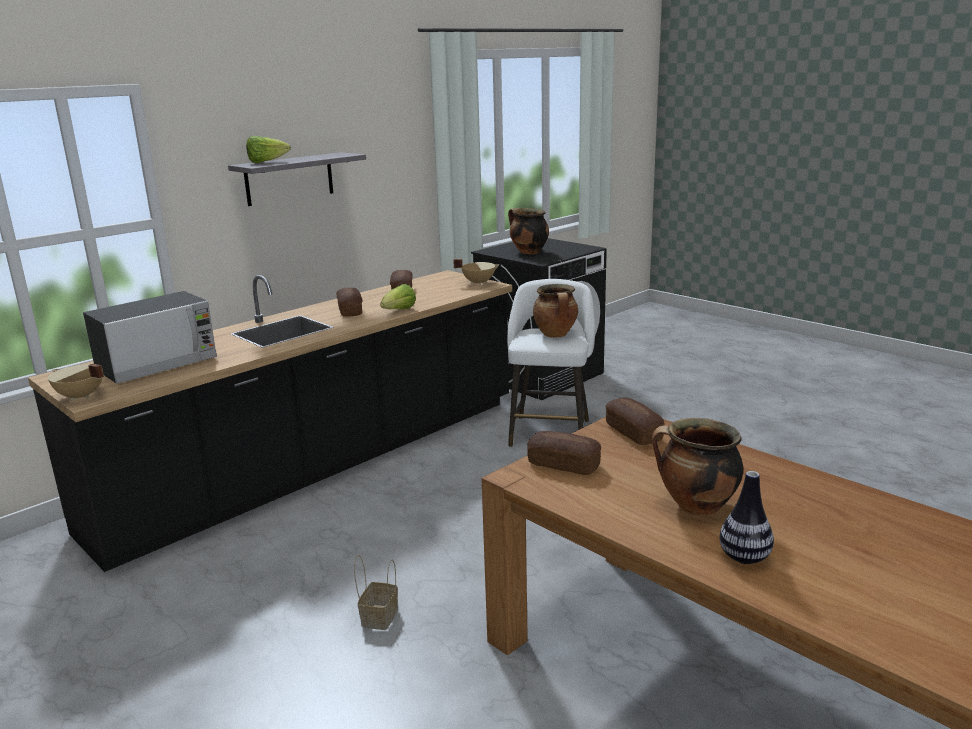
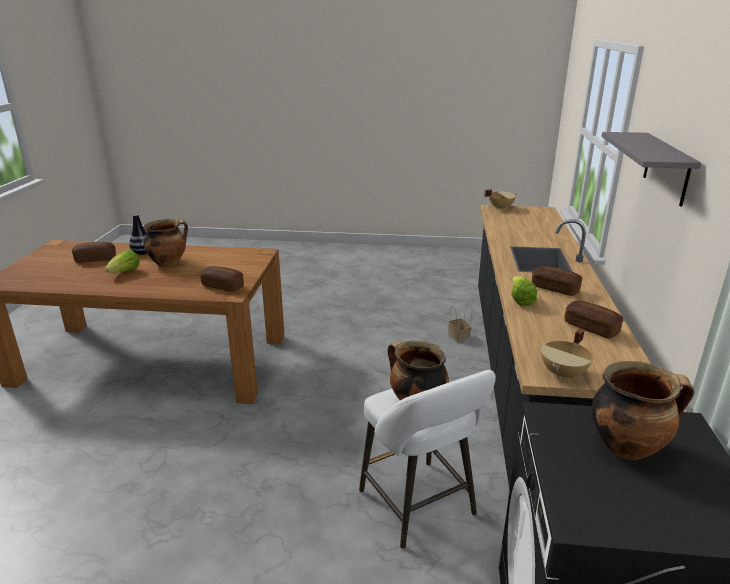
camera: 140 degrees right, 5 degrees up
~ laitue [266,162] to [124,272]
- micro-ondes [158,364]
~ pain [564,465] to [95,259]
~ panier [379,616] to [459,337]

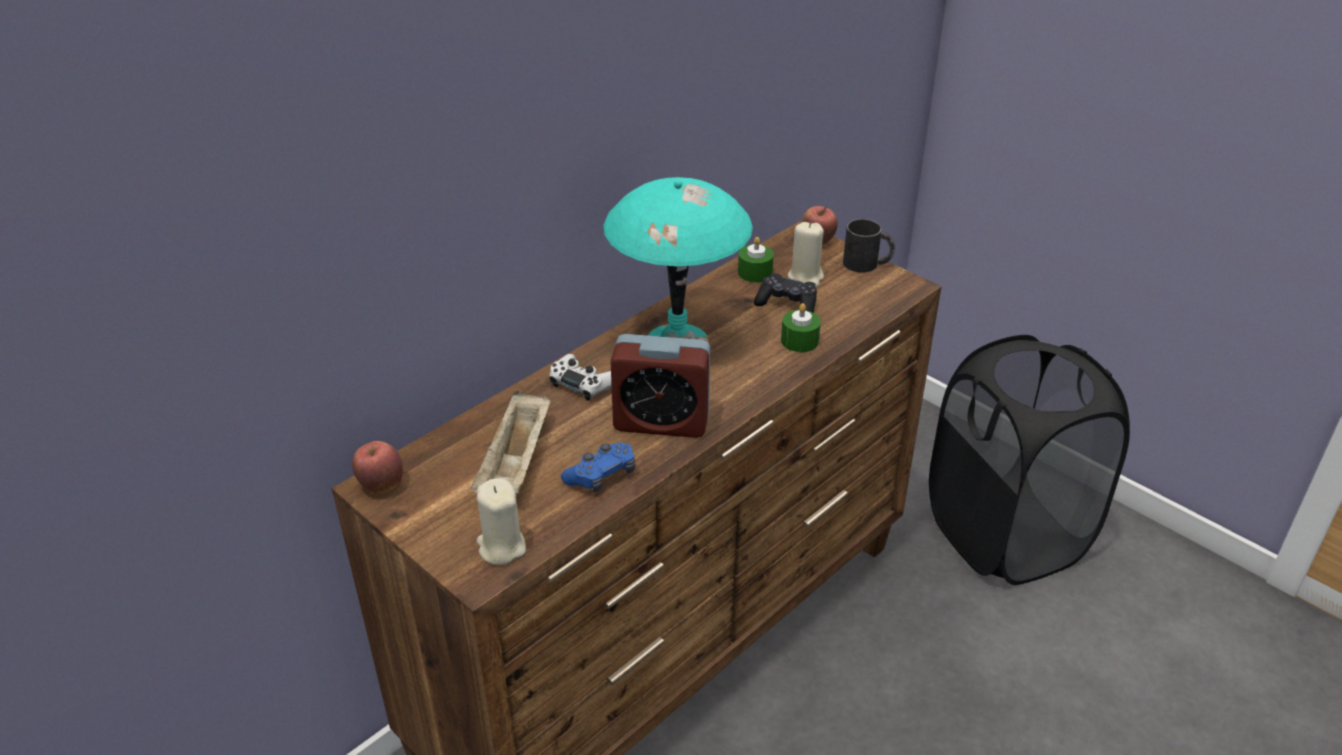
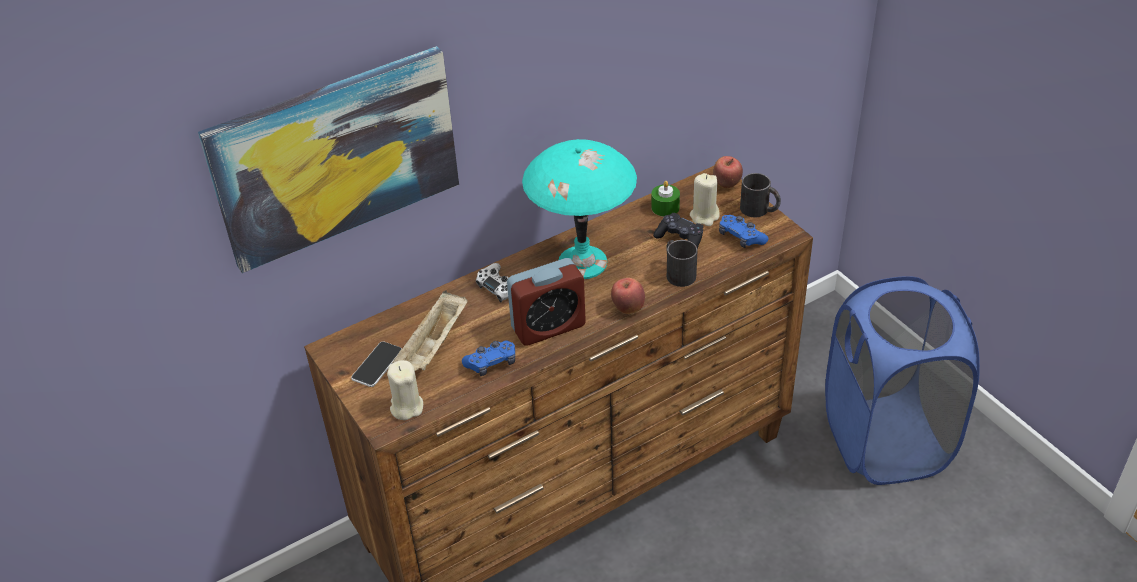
camera: 15 degrees right, 5 degrees up
~ bougie (vert) [799,341] to mug (noir) [678,272]
~ réveil [661,422] = [548,327] 45 degrees counterclockwise
~ panier à linge (noir) [1005,535] to panier à linge (bleu) [885,441]
~ pomme [381,485] to [628,308]
+ tableau [336,157]
+ manette (bleu) [741,237]
+ téléphone [377,365]

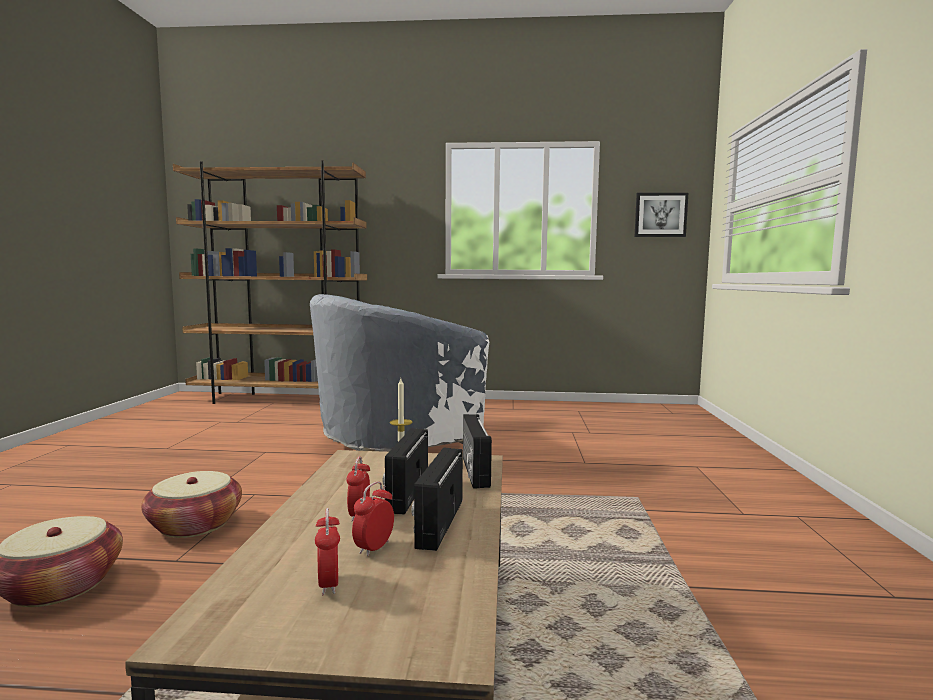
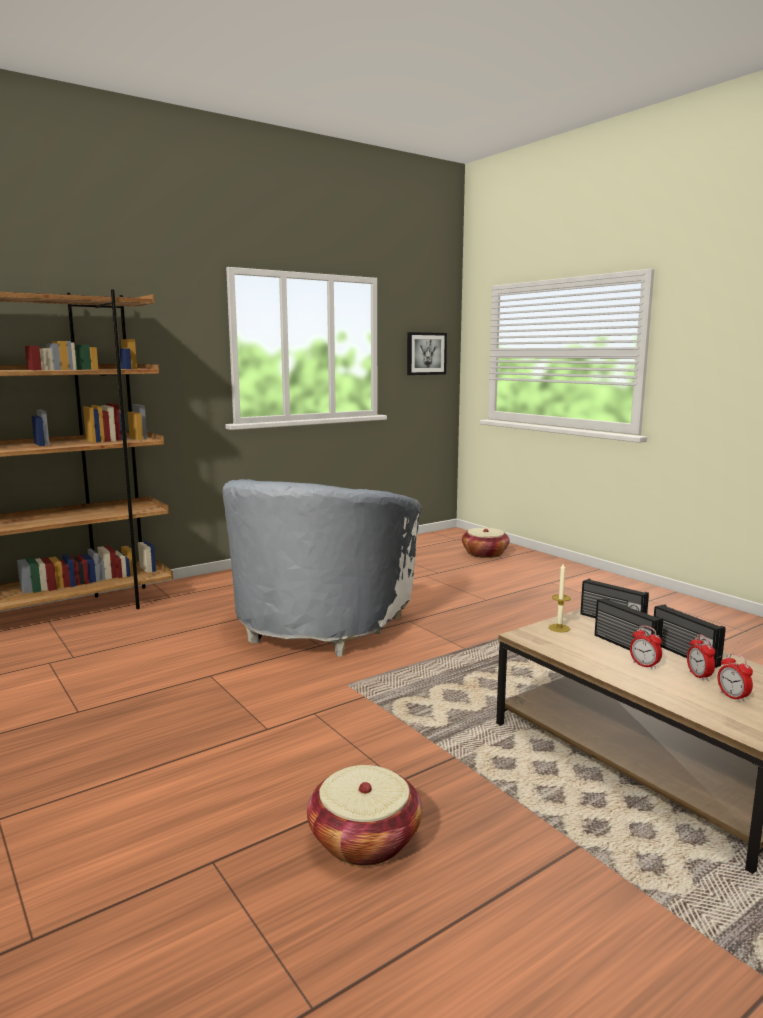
camera: 40 degrees left, 5 degrees up
~ panier [195,524] to [485,554]
~ réveil [328,584] = [733,697] 150 degrees counterclockwise

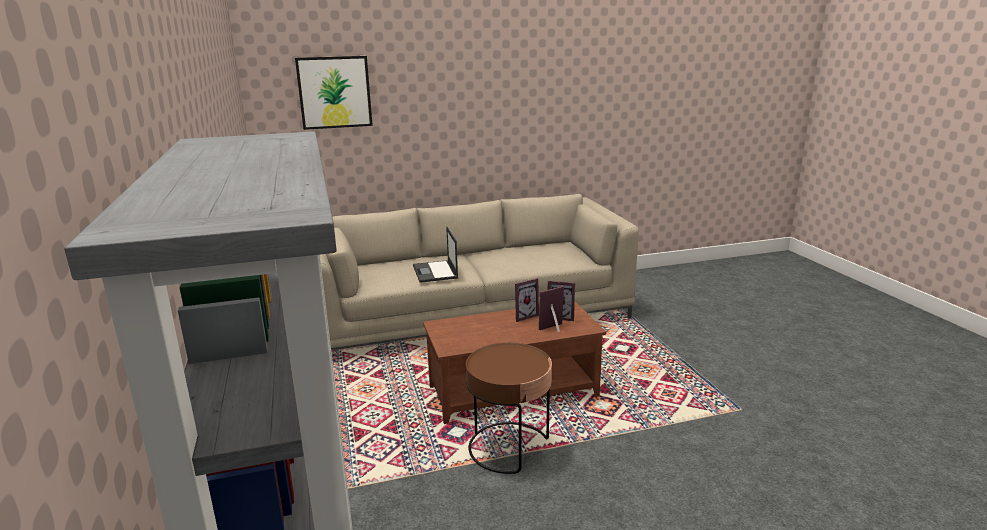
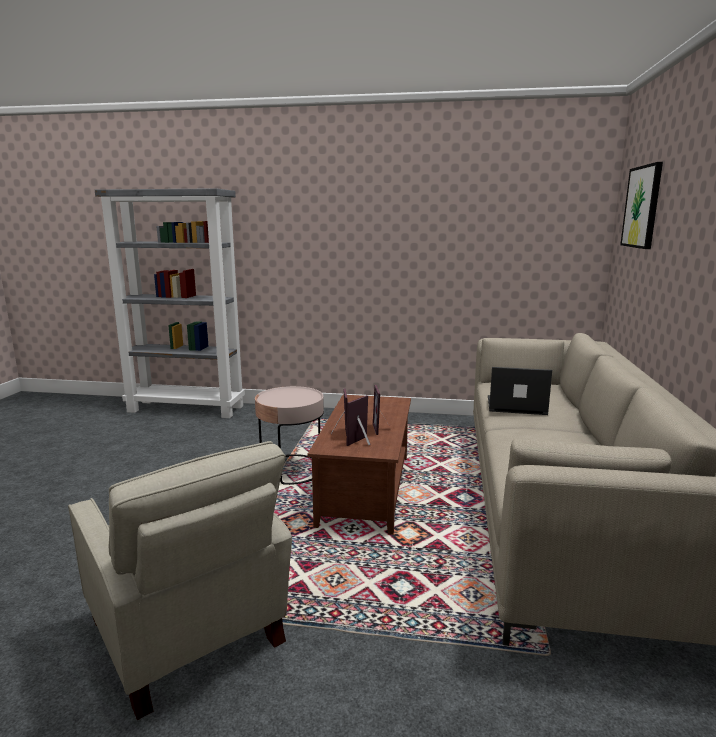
camera: 115 degrees right, 5 degrees down
~ table d'appoint (marron) [509,447] to table d'appoint (rose) [292,470]
+ fauteuil (beige) [188,635]

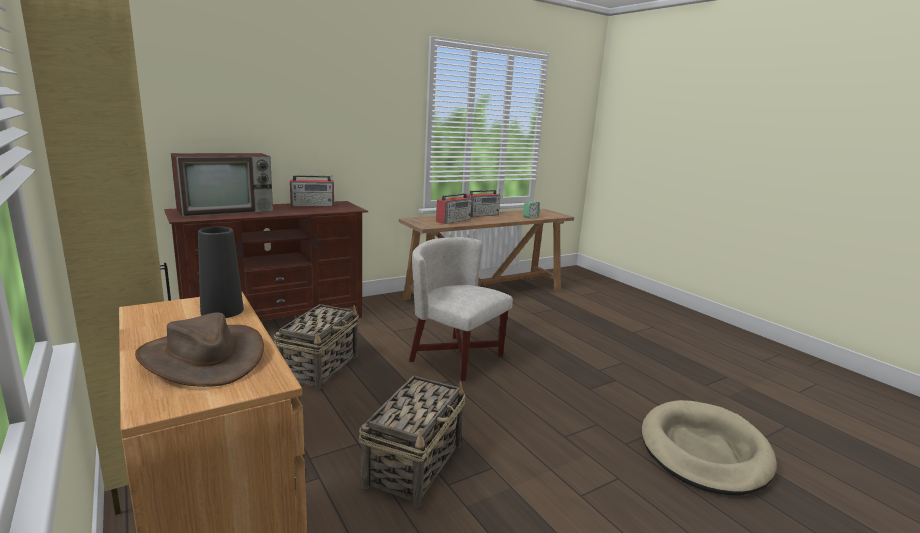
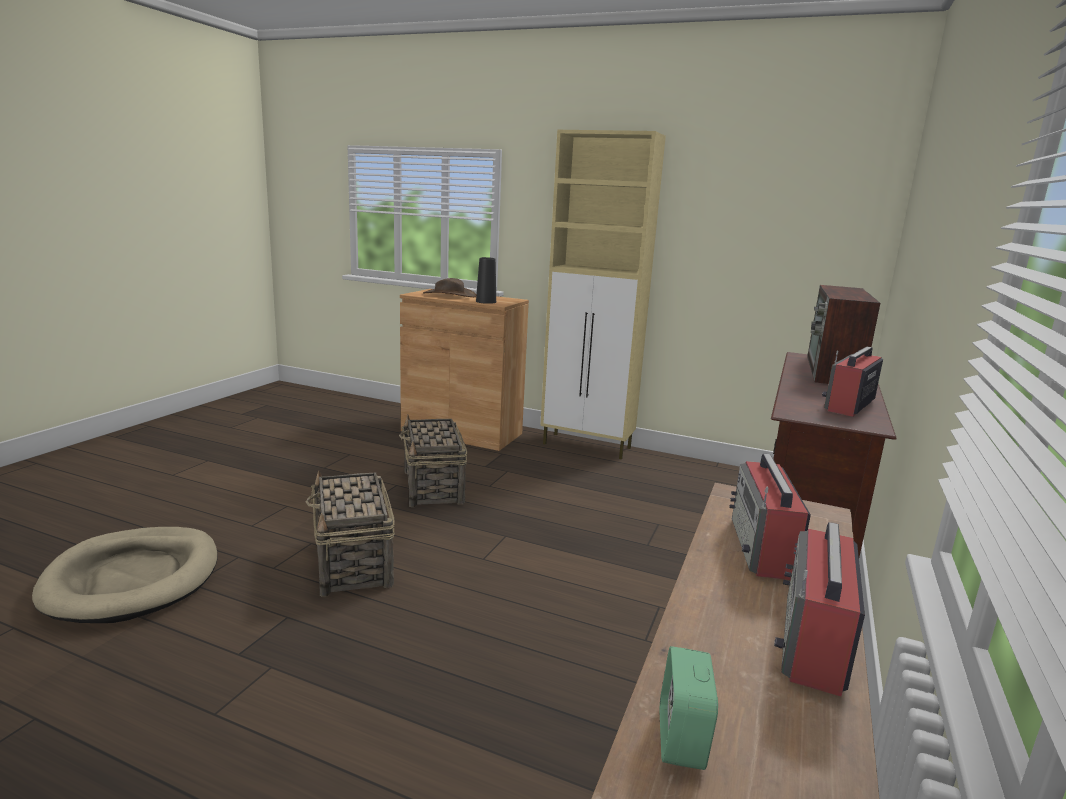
camera: 145 degrees right, 0 degrees up
- fauteuil (blanc) [456,357]
~ panier [320,366] to [353,563]

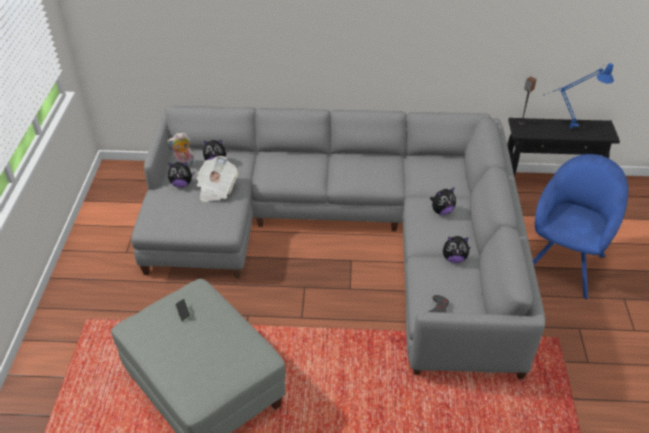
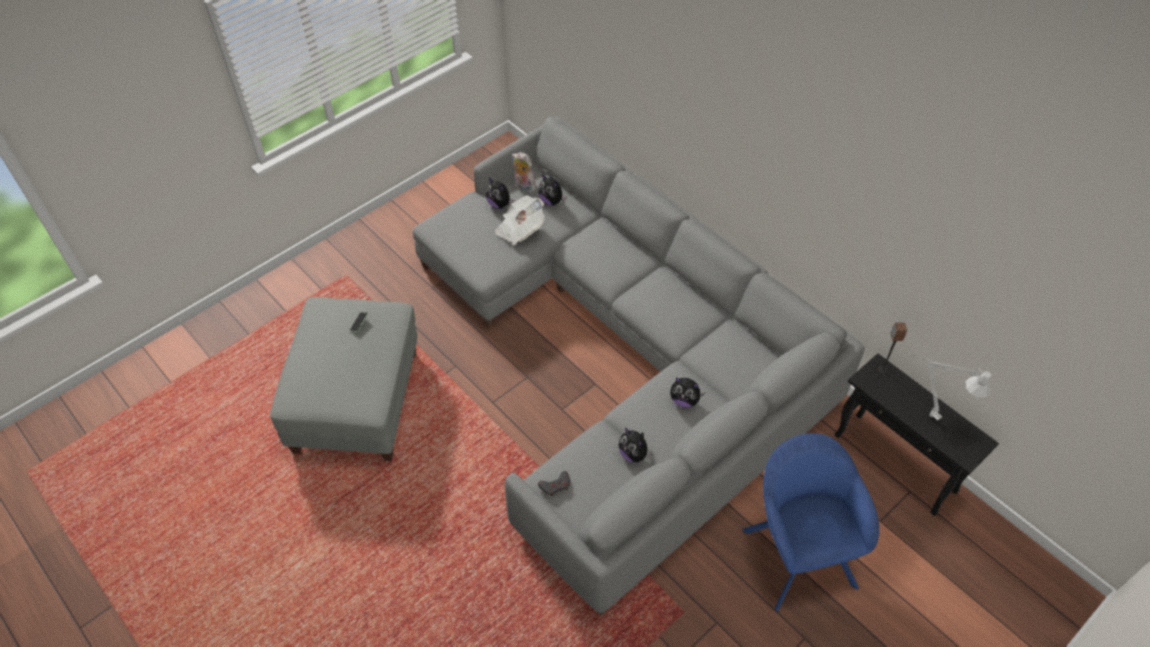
camera: 45 degrees right, 10 degrees up
~ lampe de table (bleu) [566,128] to lampe de table (gris) [926,412]
~ fauteuil (bleu) [565,261] = [797,552] 90 degrees counterclockwise

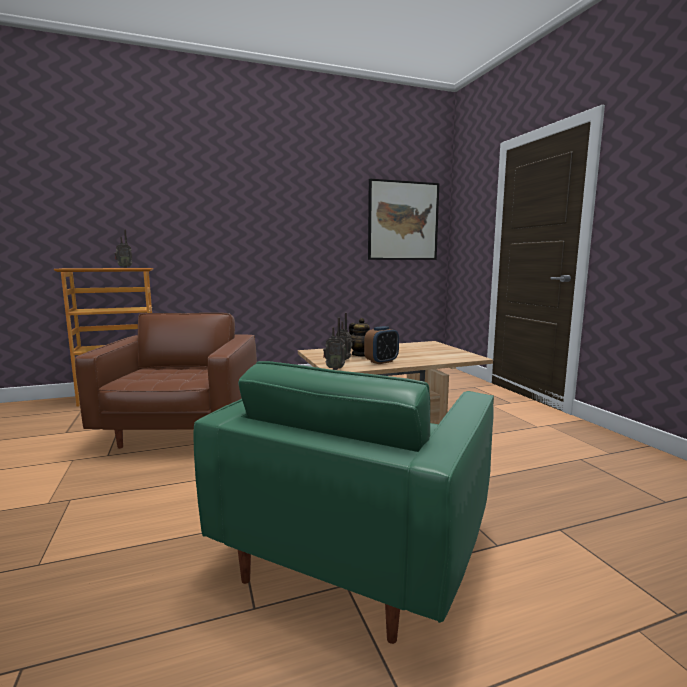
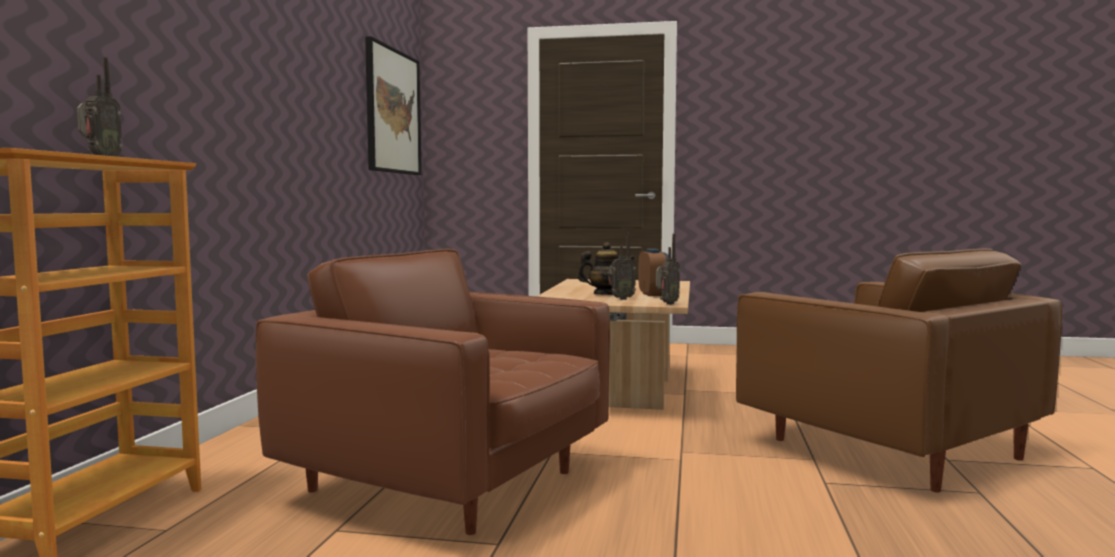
camera: 60 degrees left, 5 degrees down
~ fauteuil (vert) [357,544] to fauteuil (marron) [884,446]

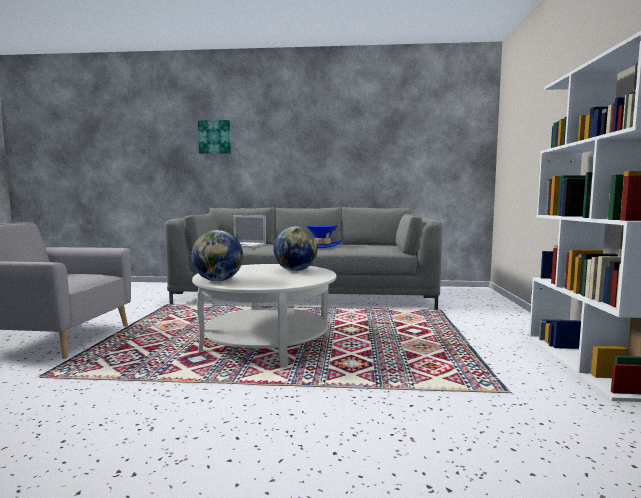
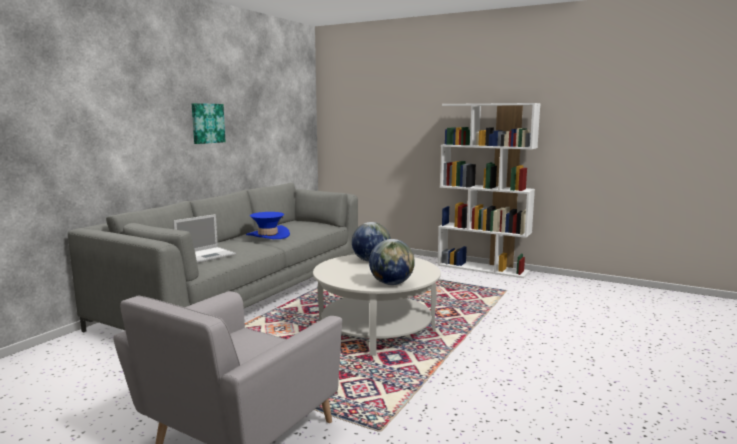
camera: 65 degrees left, 5 degrees up
~ tableau [215,137] to [207,123]

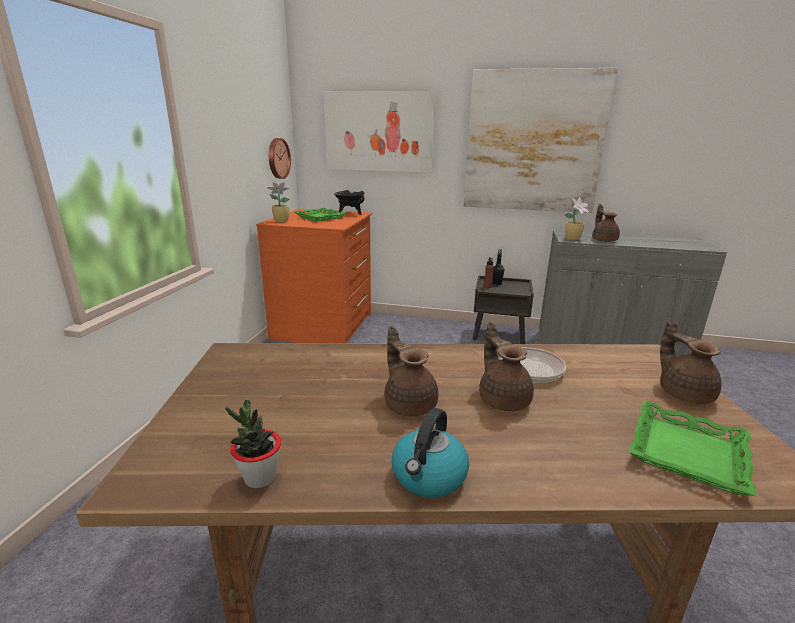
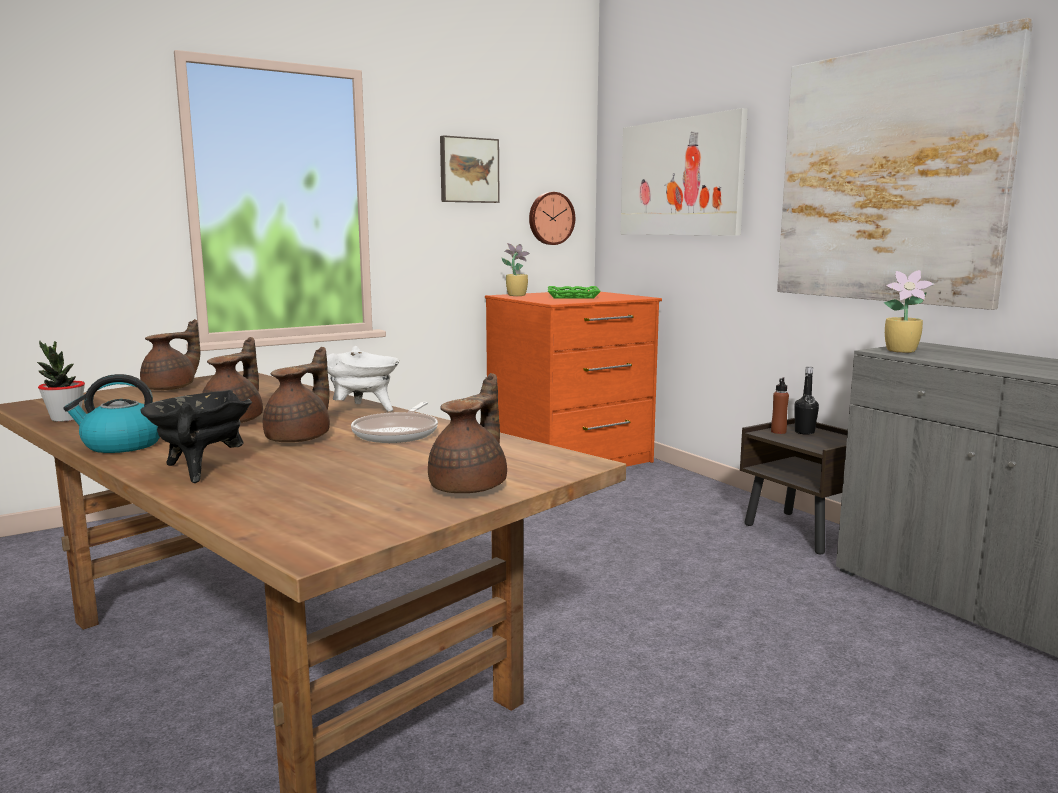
camera: 45 degrees right, 10 degrees down
~ marmite (noir) [350,213] to [201,469]
~ théière (marron) [603,240] to [172,388]
- plateau (vert) [686,452]
+ tableau [468,170]
+ marmite (blanc) [363,410]

